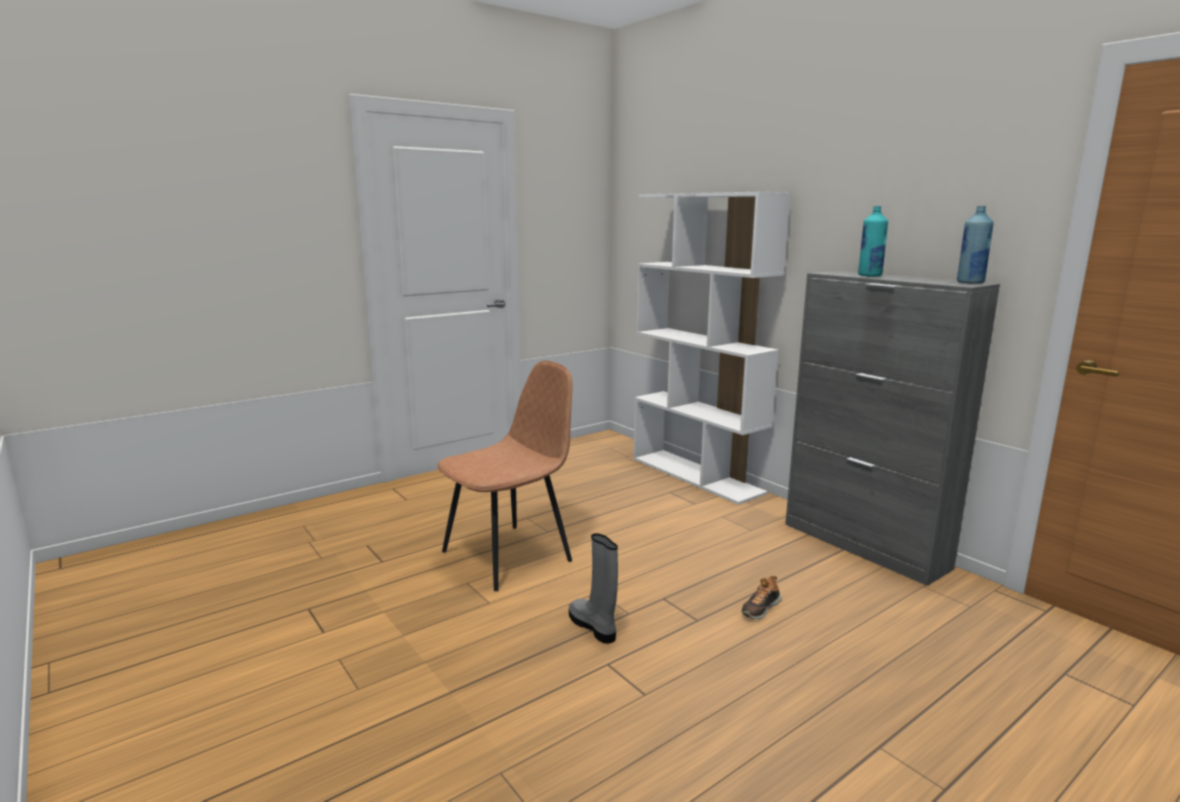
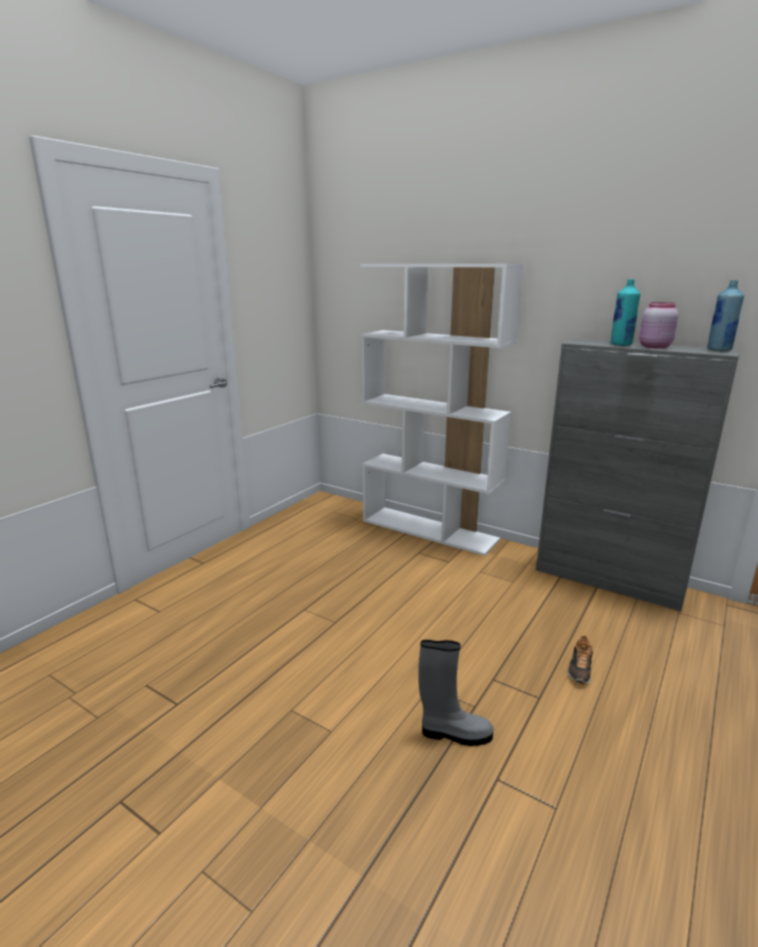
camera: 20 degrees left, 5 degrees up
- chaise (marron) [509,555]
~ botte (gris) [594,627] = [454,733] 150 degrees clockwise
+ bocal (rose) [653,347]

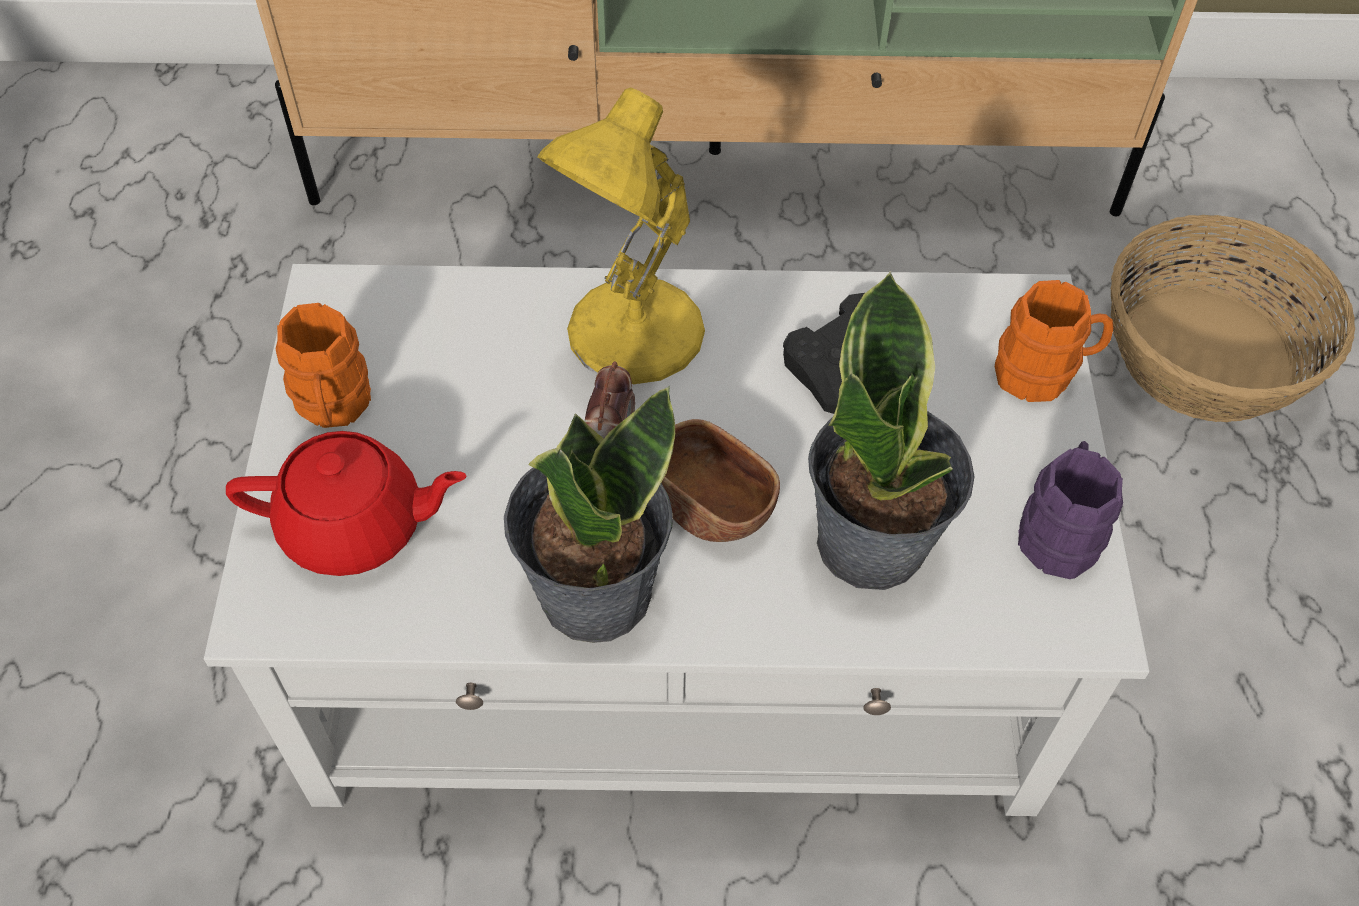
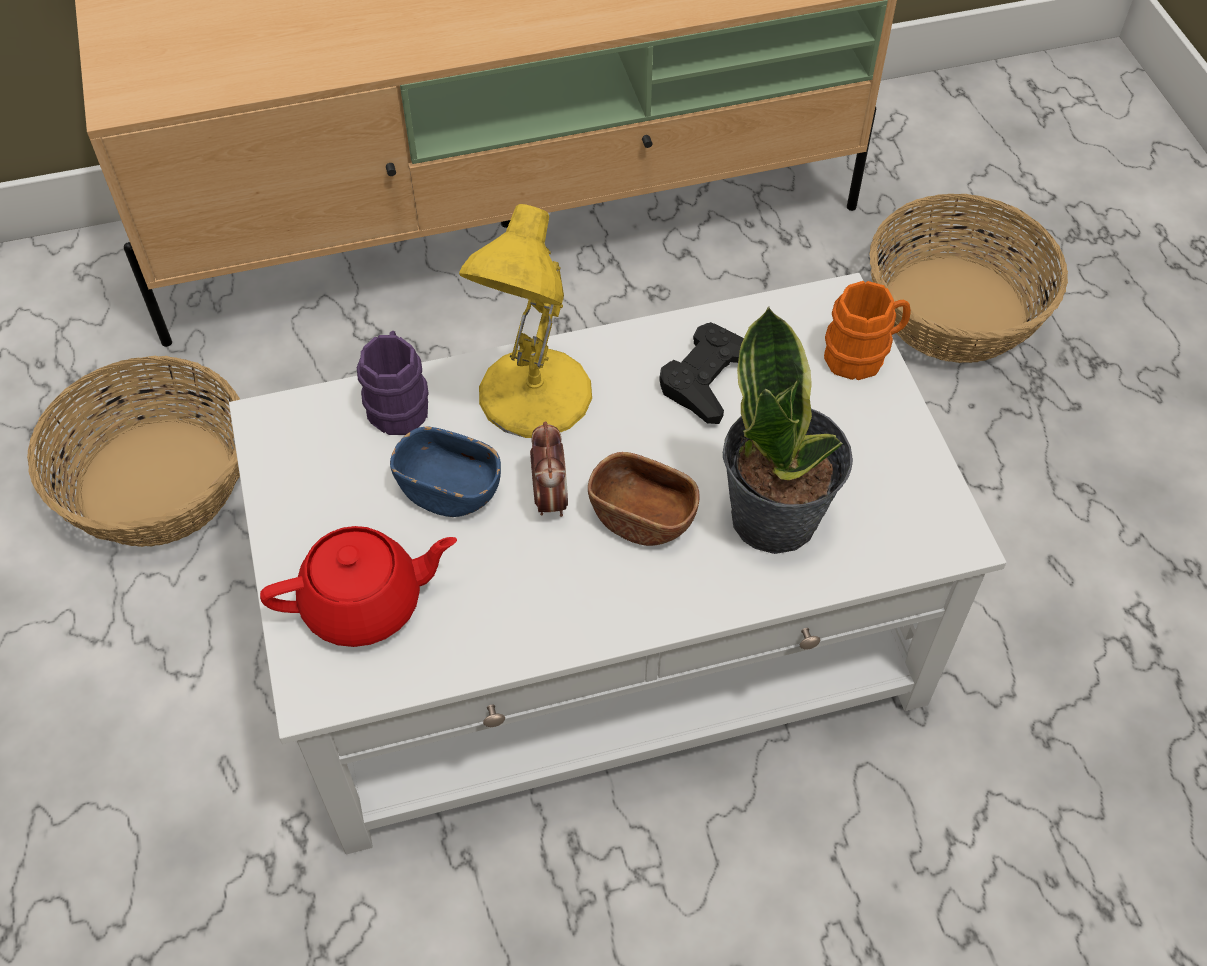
camera: 15 degrees left, 0 degrees up
- mug (orange) [333,406]
- plante en pot [593,591]
~ mug (violet) [1059,530] to [398,402]
+ panier [156,481]
+ bol (bleu) [449,489]

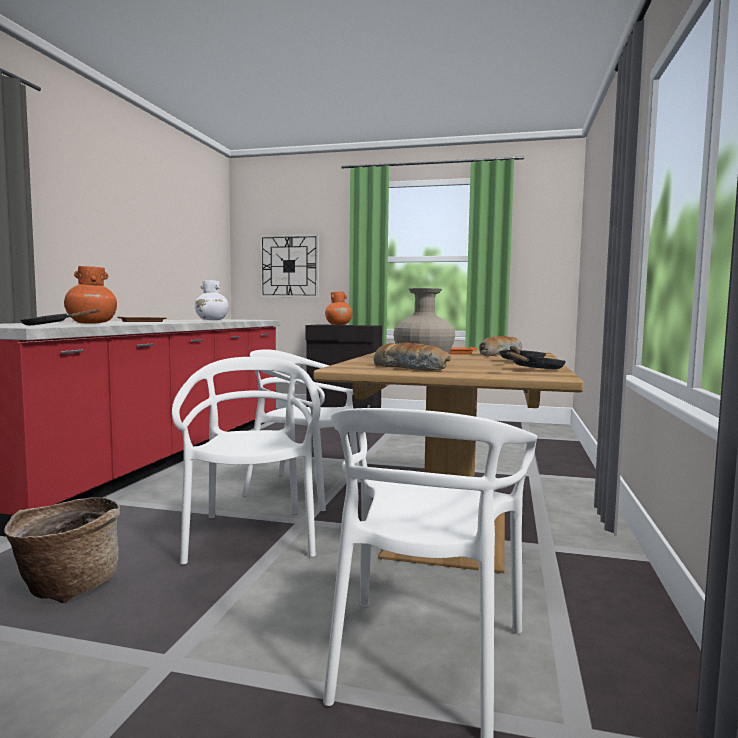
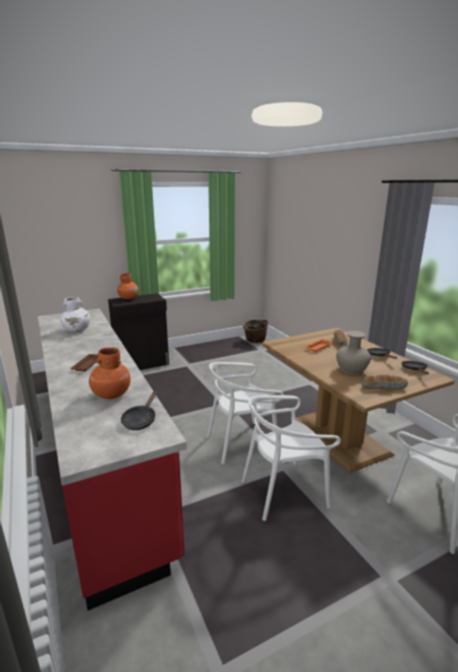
camera: 40 degrees left, 15 degrees up
- horloge murale [289,266]
~ chaise (blanc) [251,537] = [284,491] 60 degrees counterclockwise
~ panier [66,587] to [255,341]

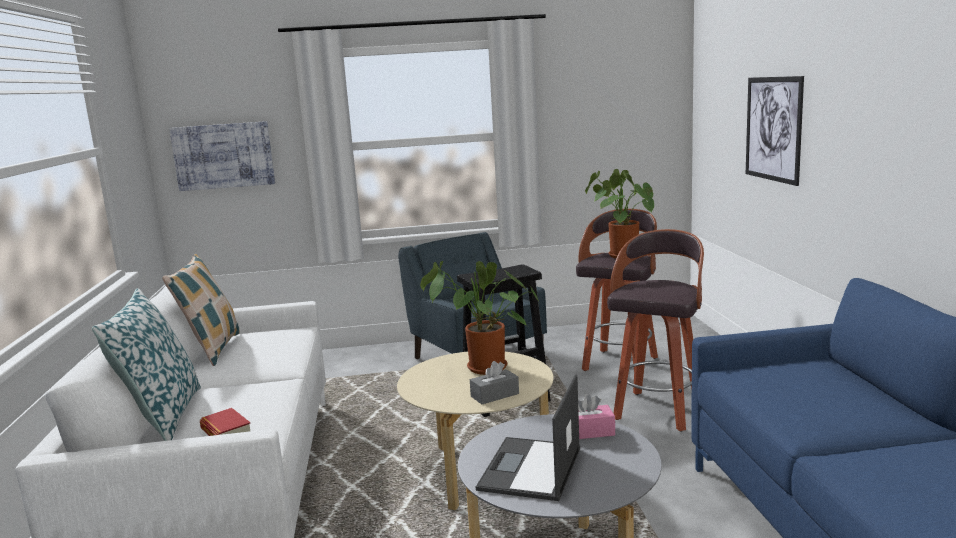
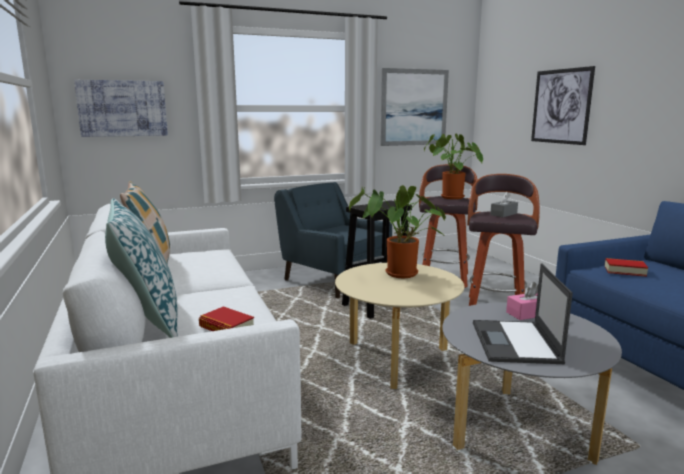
camera: 15 degrees left, 0 degrees up
~ boîte à mouchoirs (gris) [494,395] to [503,214]
+ tableau [414,107]
+ livre [624,271]

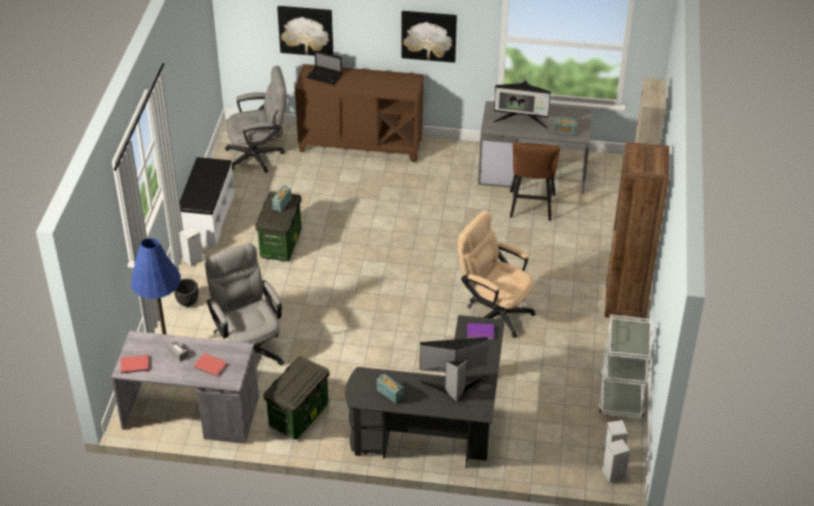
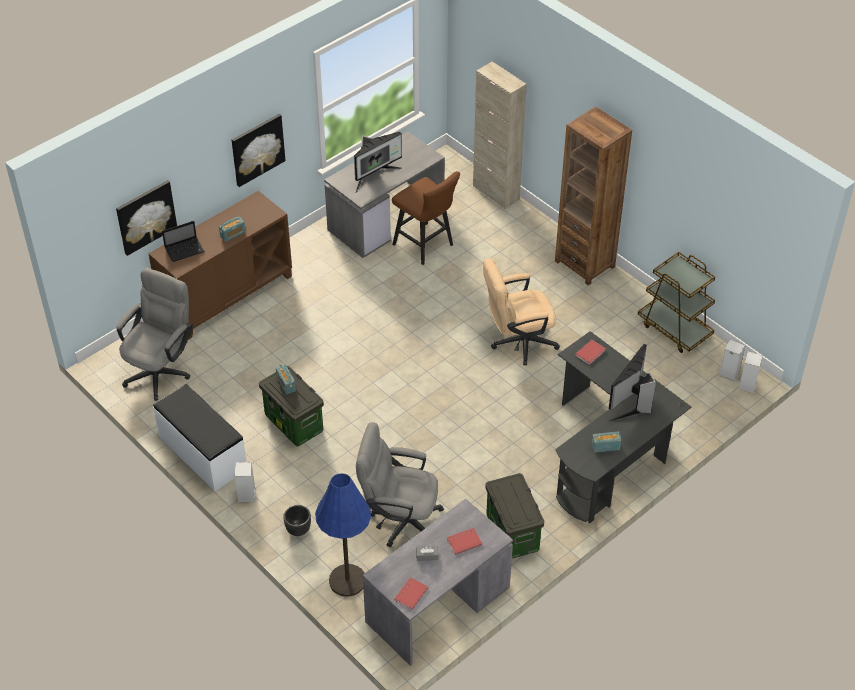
camera: 50 degrees left, 5 degrees up
~ radio [564,131] to [232,234]
~ chariot (blanc) [621,394] to chariot (marron) [674,329]
~ livre (violet) [480,333] to livre (rouge) [591,353]

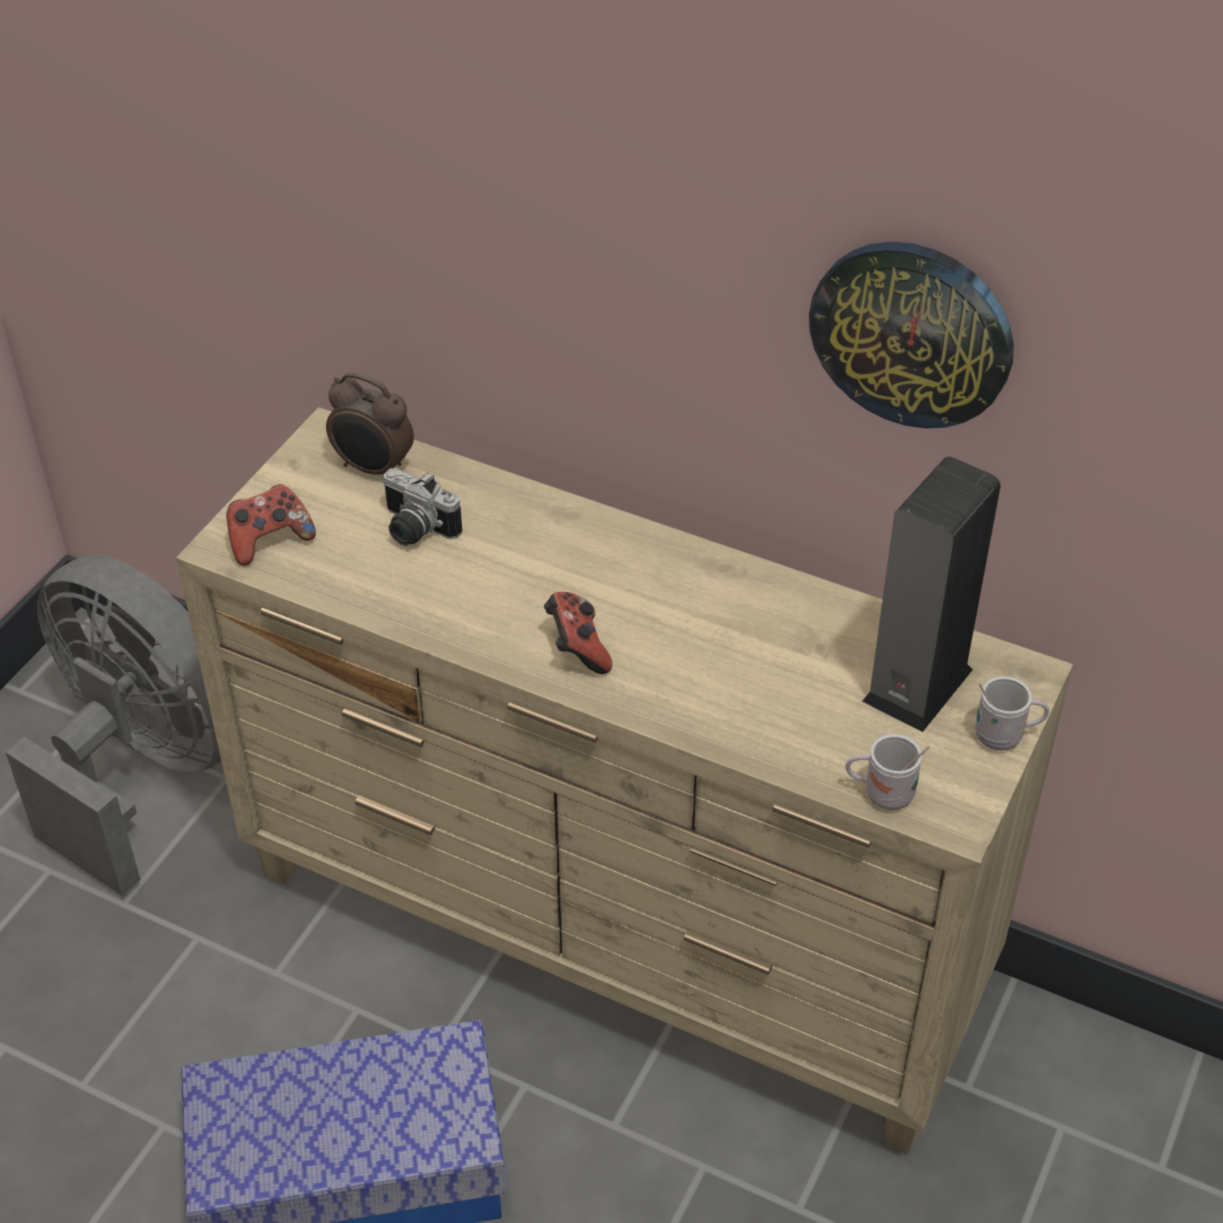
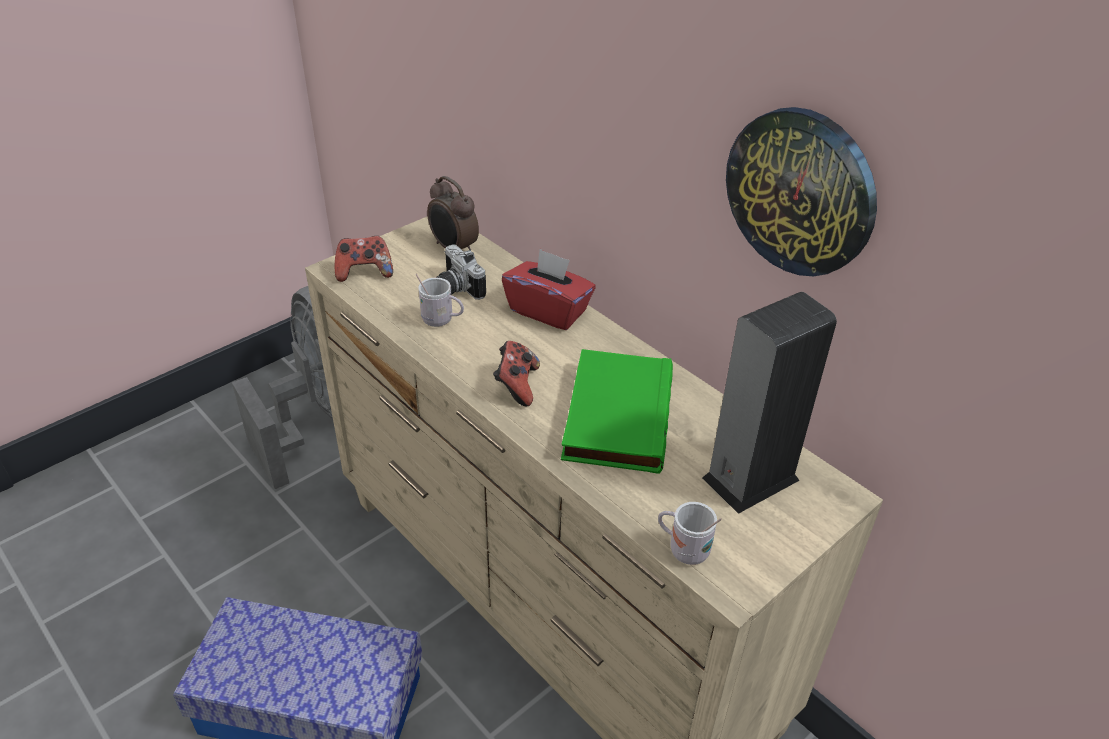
camera: 20 degrees right, 5 degrees down
~ mug (blanc) [1006,736] to [442,321]
+ boîte à mouchoirs (rouge) [548,311]
+ livre (vert) [614,415]

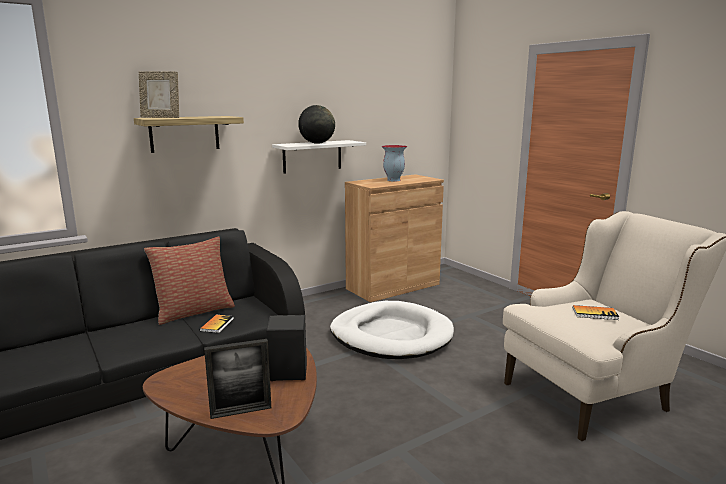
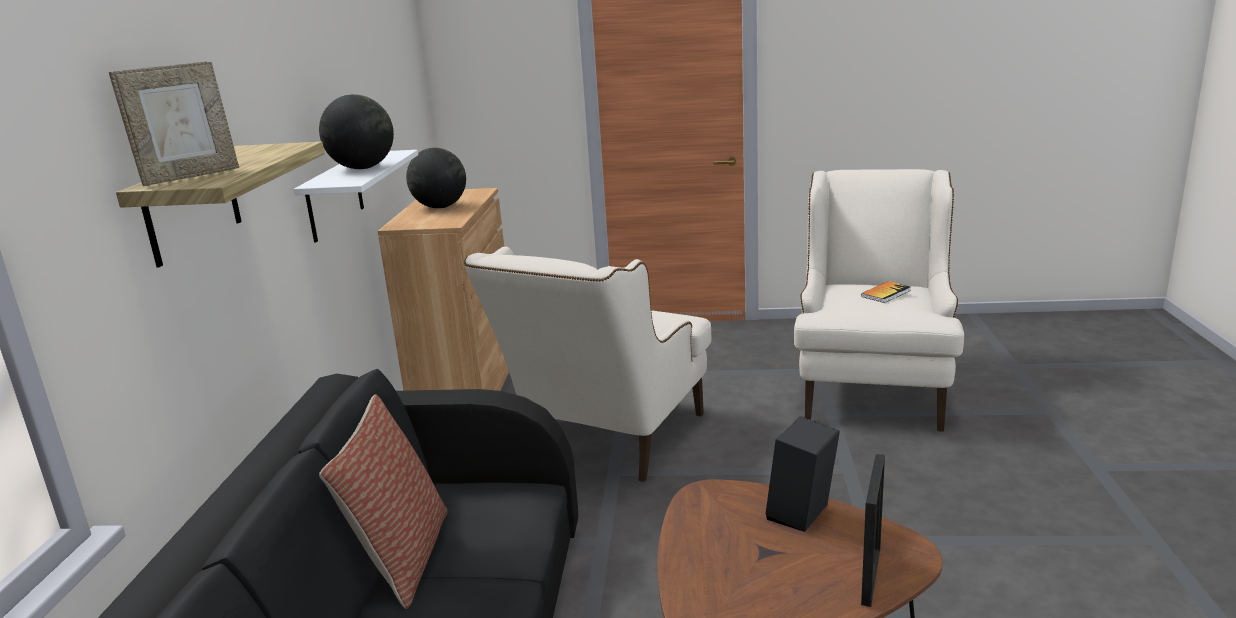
camera: 50 degrees left, 5 degrees up
~ vase [393,180] to globe [440,207]
~ panier pour chien (blanc) [391,335] to fauteuil (beige) [605,443]
- livre [217,324]

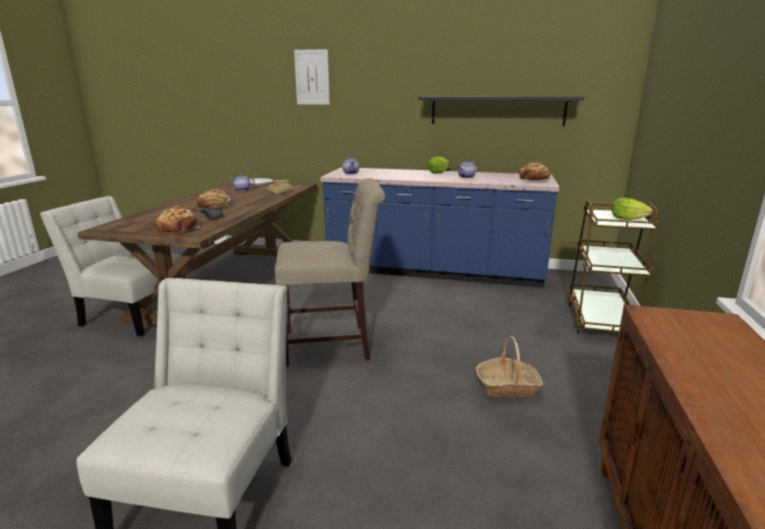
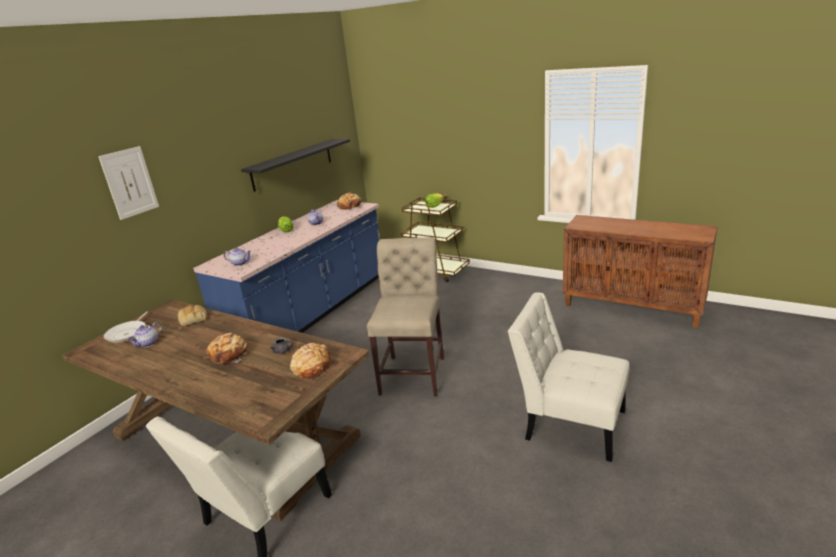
camera: 70 degrees left, 5 degrees up
- panier [507,387]

